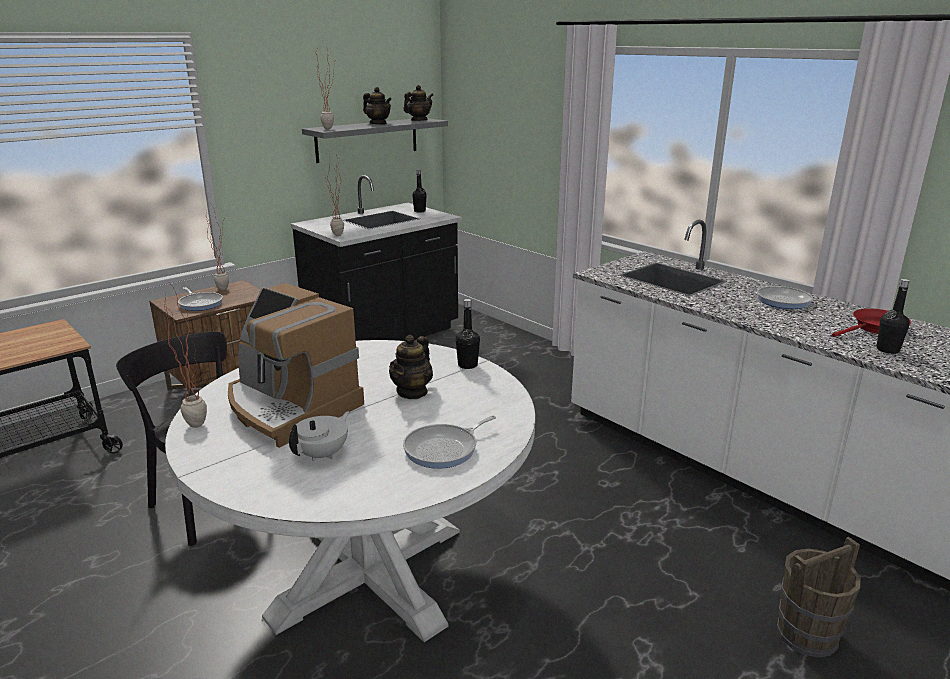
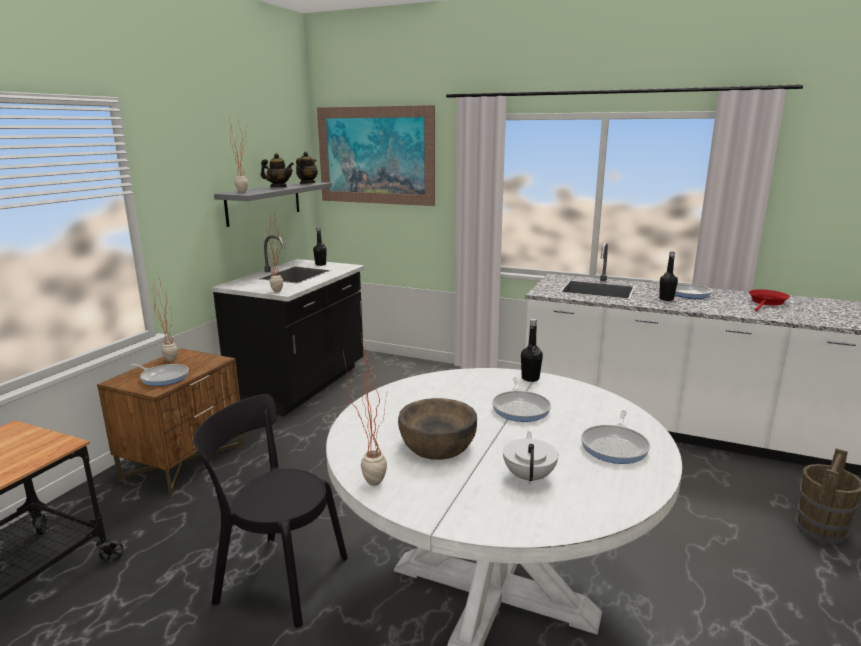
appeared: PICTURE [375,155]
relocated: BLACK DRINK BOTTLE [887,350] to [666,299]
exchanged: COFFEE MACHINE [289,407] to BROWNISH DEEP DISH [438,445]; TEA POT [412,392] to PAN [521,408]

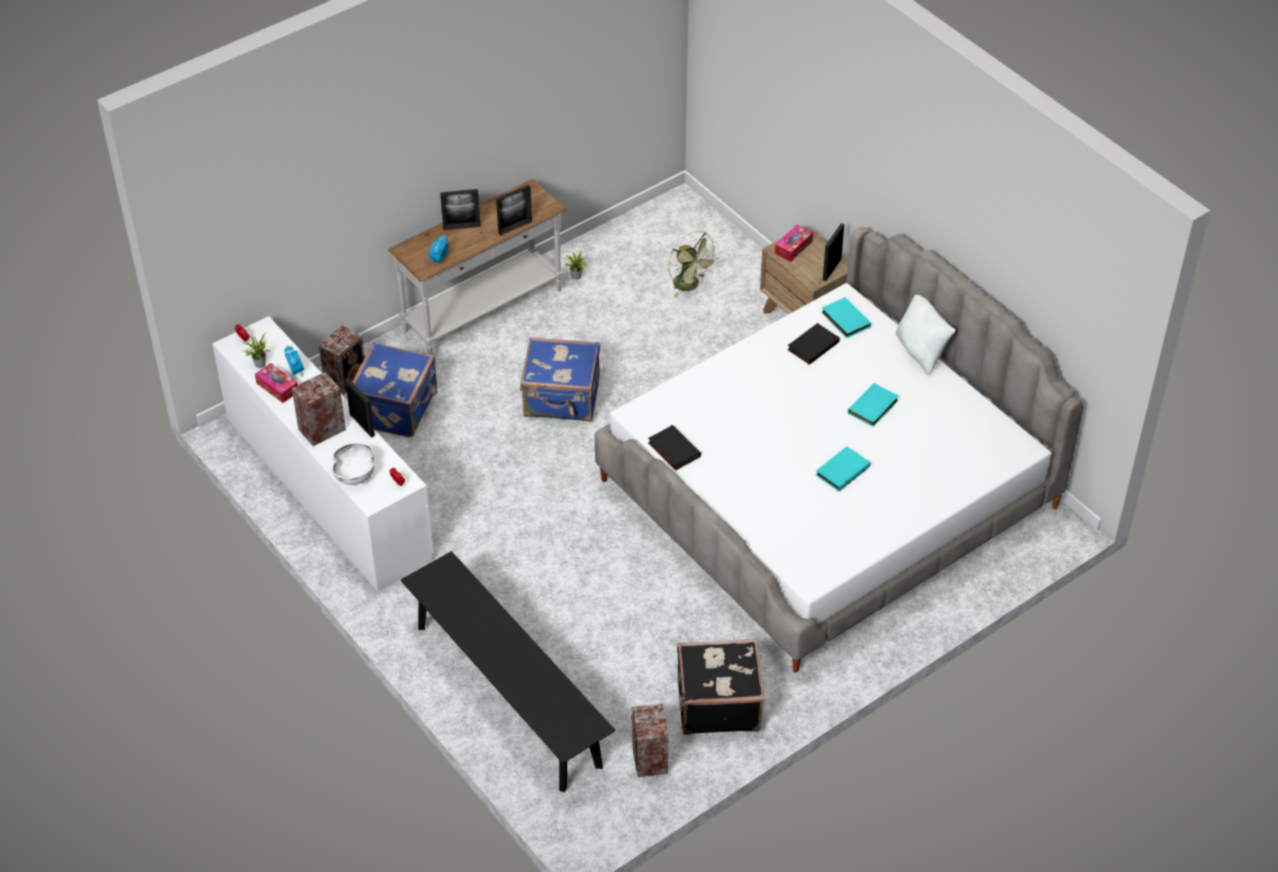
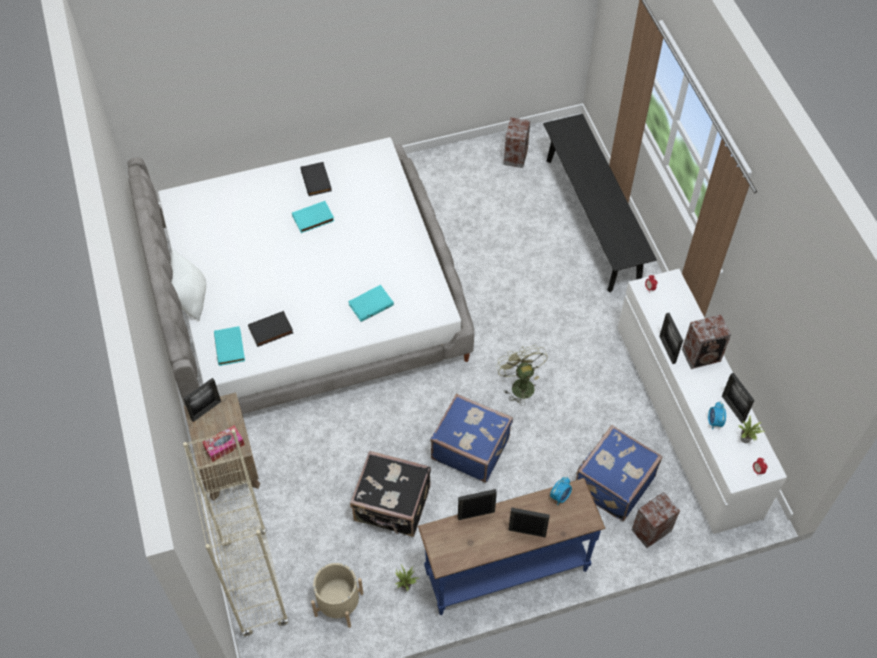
missing: WHITISH DEEP DISH [355,474]
appeared: BEIGE-COLOURED BOOKCASE [254,583]; BEIGE-COLOURED FLOWER POT [339,604]
relocated: BLACK BOUND BOOK [673,450] to [317,180]; BLUE-GREEN BOUND BOOK [873,408] to [370,304]; BLACK PIECE OF LUGGAGE [717,703] to [392,505]; GREEN ELECTRIC FAN [690,286] to [520,384]
exchanged: BOX OF TISSUES [277,387] to PICTURE FRAME [733,409]
colour: WHITISH CONSOLE TABLE [484,311] to BLUE CONSOLE TABLE [506,570]

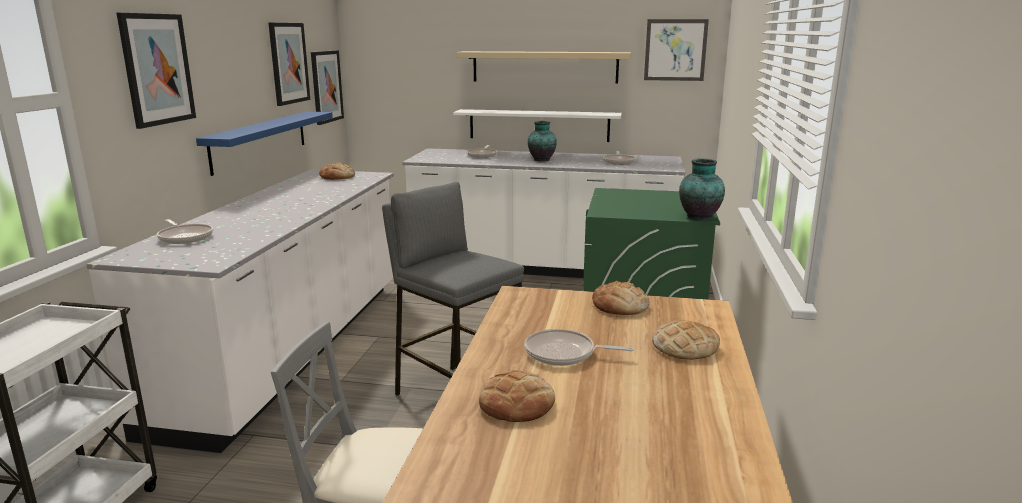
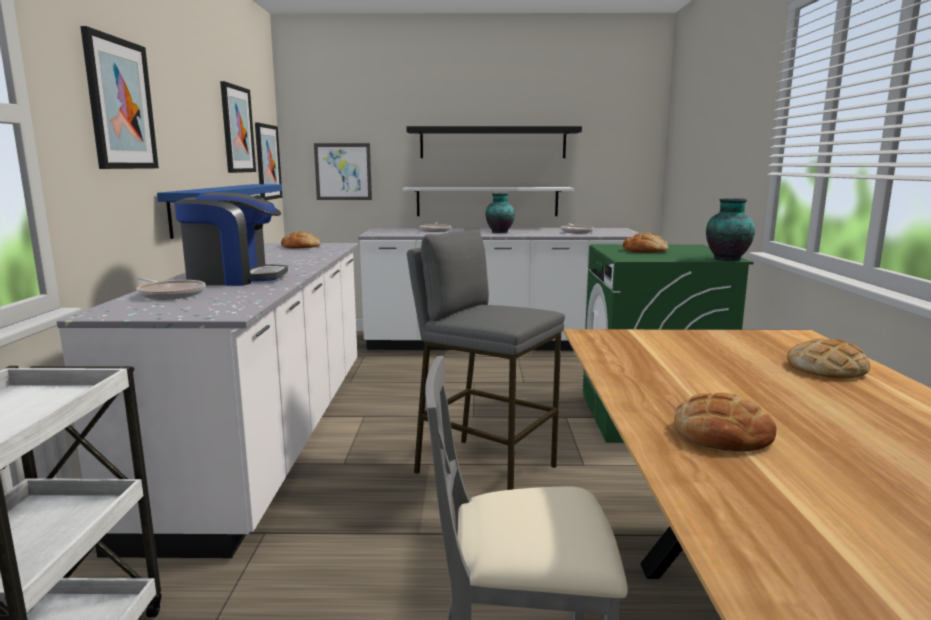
missing: PAN [564,353]
appeared: COFFEE MACHINE [234,278]
relocated: PICTURE [675,50] to [343,171]; BREAD [620,306] to [645,251]
colour: BEIGE-COLOURED BRACKET SHELF [544,67] to BLACK BRACKET SHELF [493,143]

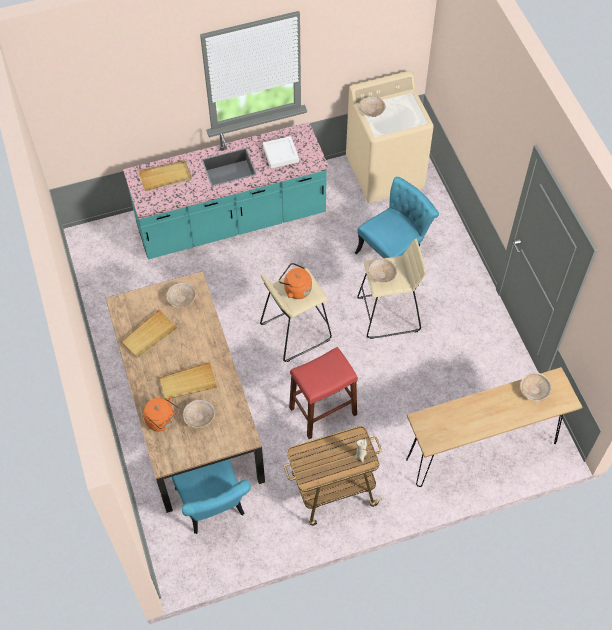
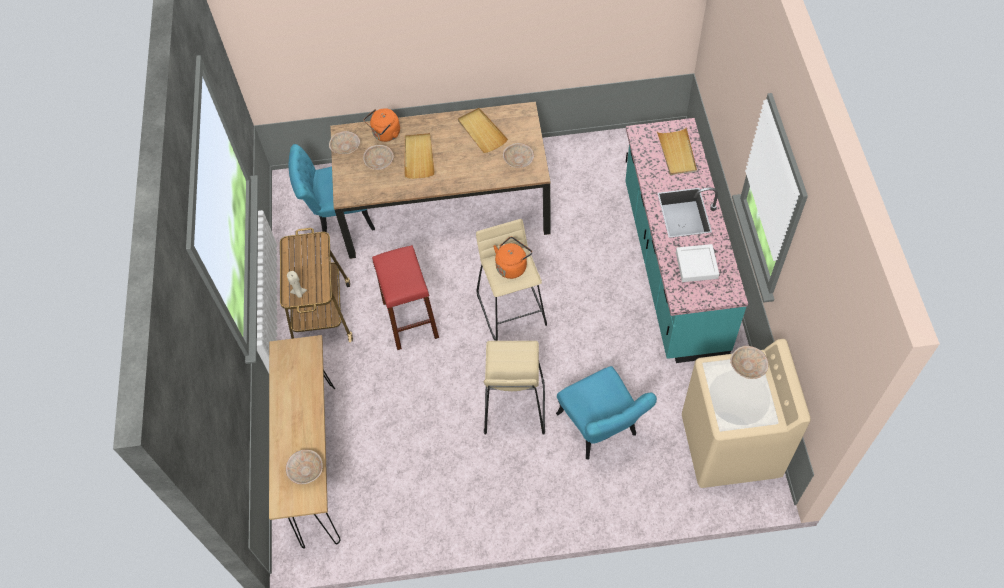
relocated: BEIGE-COLOURED DEEP DISH [382,275] to [346,148]

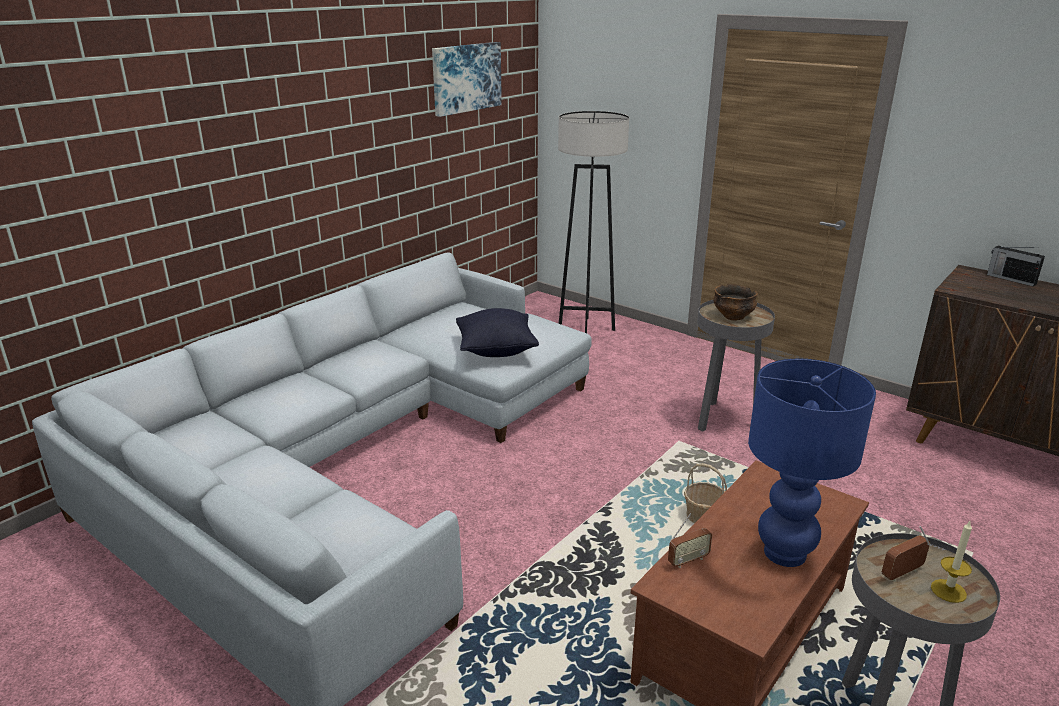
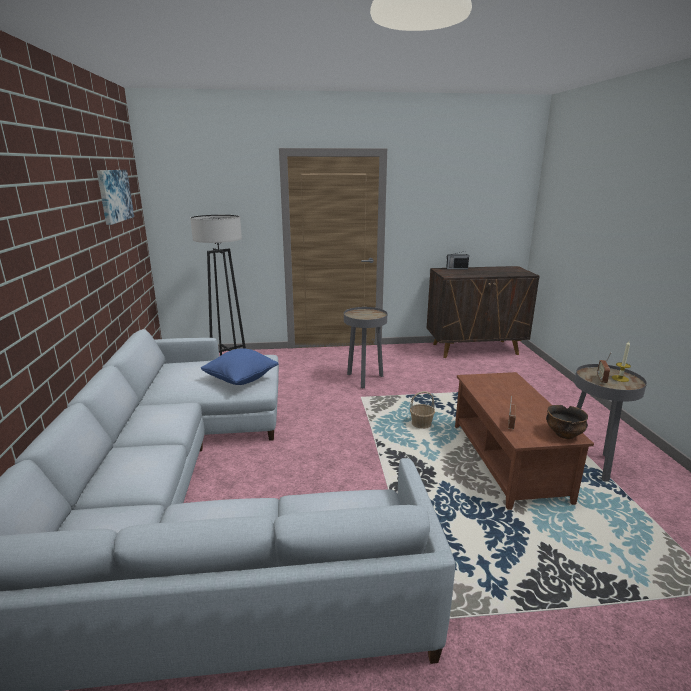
missing: BLUE TABLETOP LAMP [784,552]
relocated: DEEP DISH [733,316] to [564,434]
colour: BLACK CUSHION [496,350] to BLUE CUSHION [241,380]

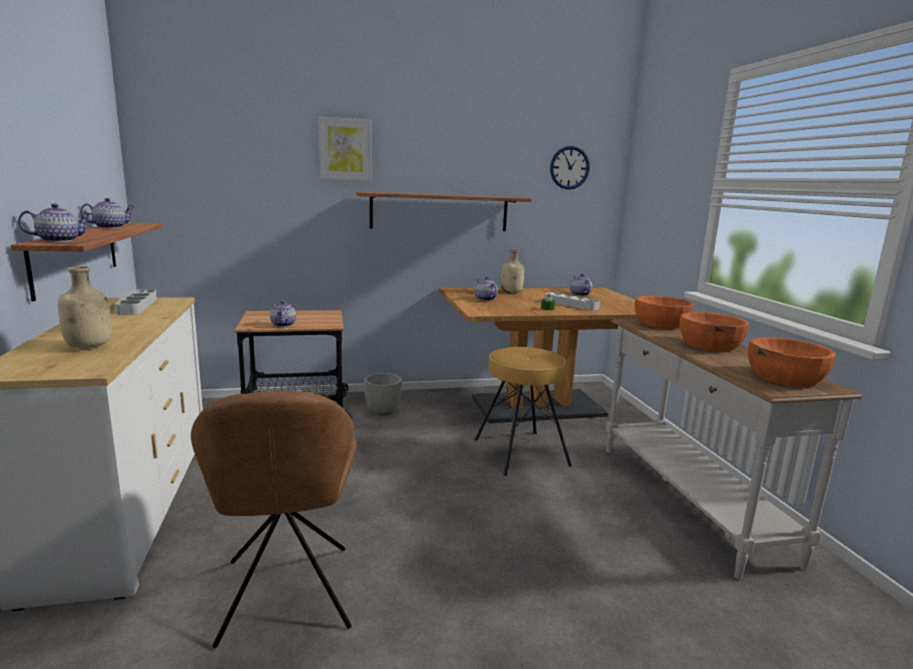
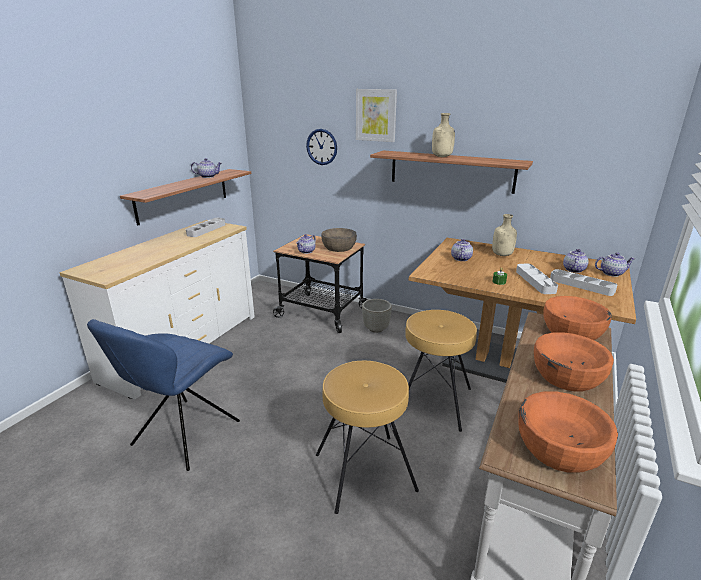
appeared: BROWNISH STOOL SEAT [364,471]; BROWNISH DEEP DISH [339,247]; GREY SERVING TRAY [581,285]
relocated: CLOCK ON THE WALL [569,167] to [321,147]; BEIGE-COLOURED DRINK BOTTLE [90,346] to [442,156]; TEA POT [59,240] to [611,273]
colour: BROWNISH CHAIR [286,598] to BLUE CHAIR [183,435]

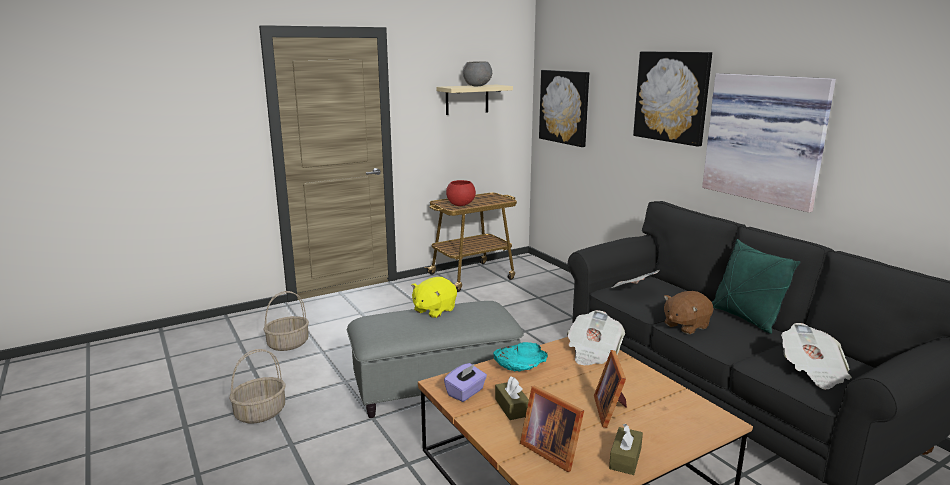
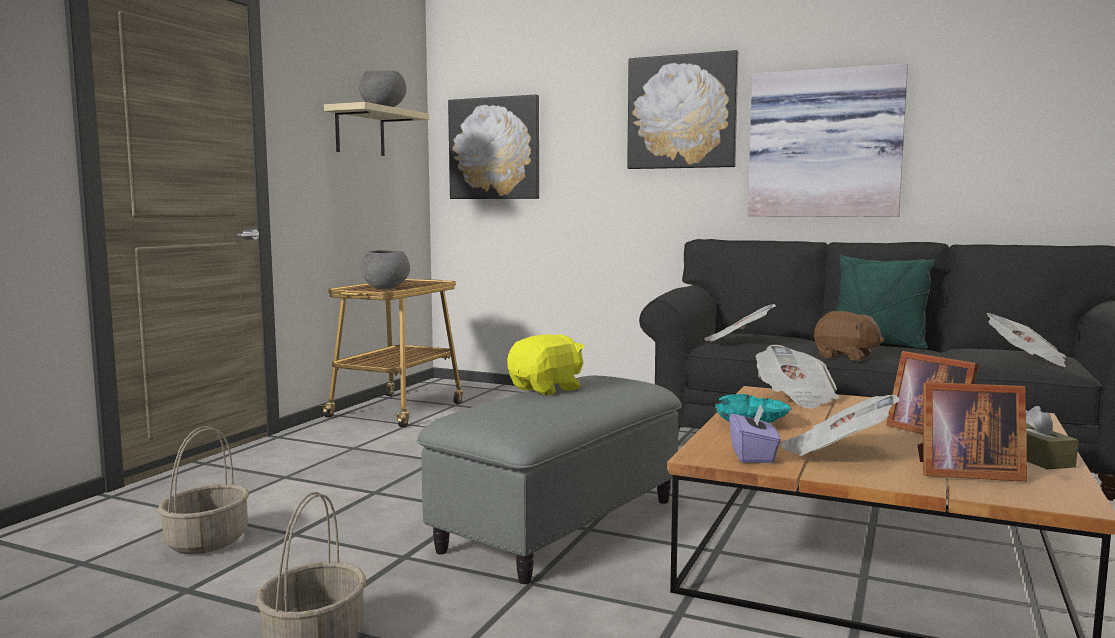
exchanged: BROWNISH BOX OF TISSUES [511,407] to PRINTED PAPER [835,453]
colour: REDDISH DEEP DISH [461,205] to GREY DEEP DISH [386,288]
spun: YELLOW PLUSH TOY [434,310] = [547,389] 135 degrees counterclockwise; BROWNISH PLUSH TOY [685,326] = [845,357] 75 degrees counterclockwise

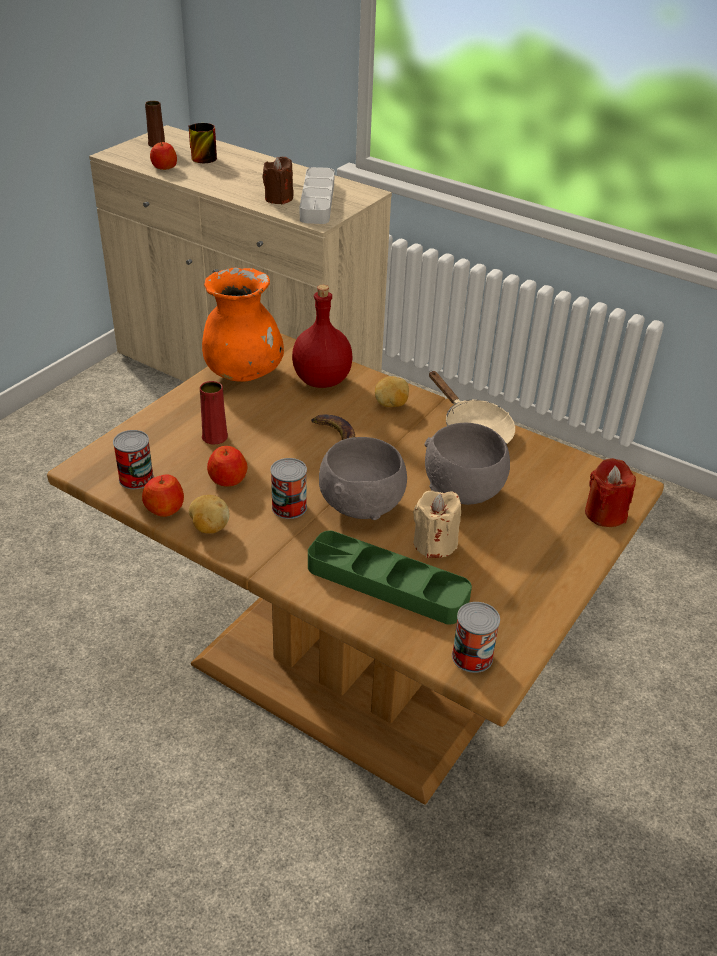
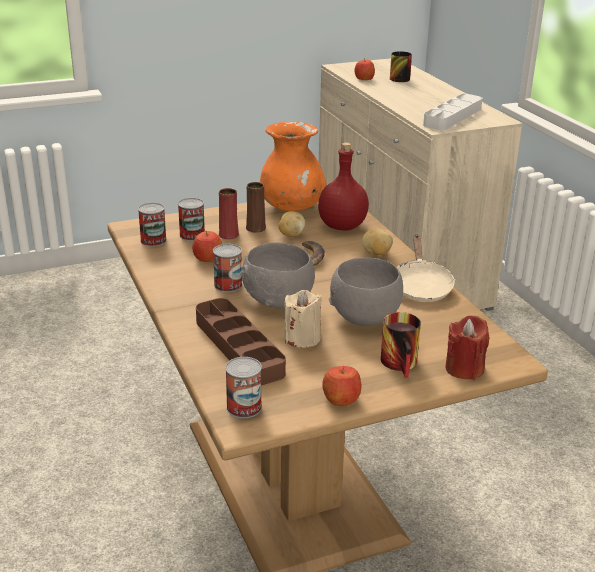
missing: BROWNISH WAX CANDLE [279,198]
appeared: CAN [192,235]; TEA MUG [403,364]
relocated: BROWNISH DECORATIVE VASE [156,144] to [255,228]; POTATO [209,527] to [291,235]; APPLE [164,508] to [341,399]
colour: GREEN SERVING TRAY [387,583] to BROWNISH SERVING TRAY [238,347]

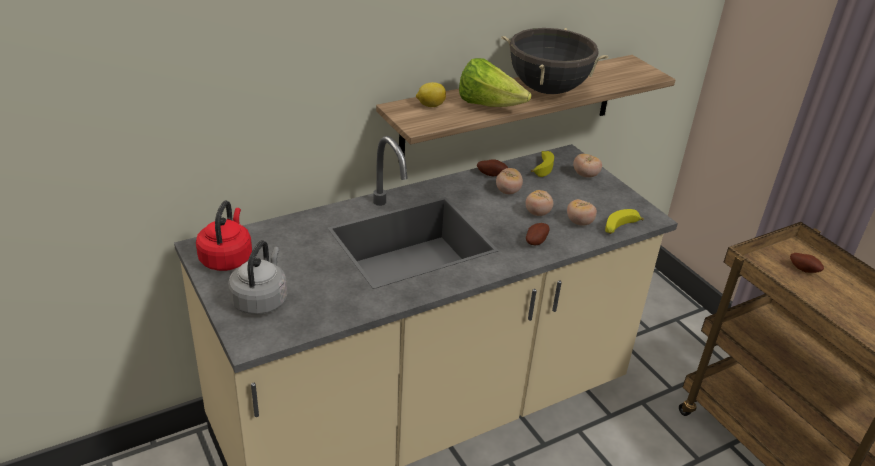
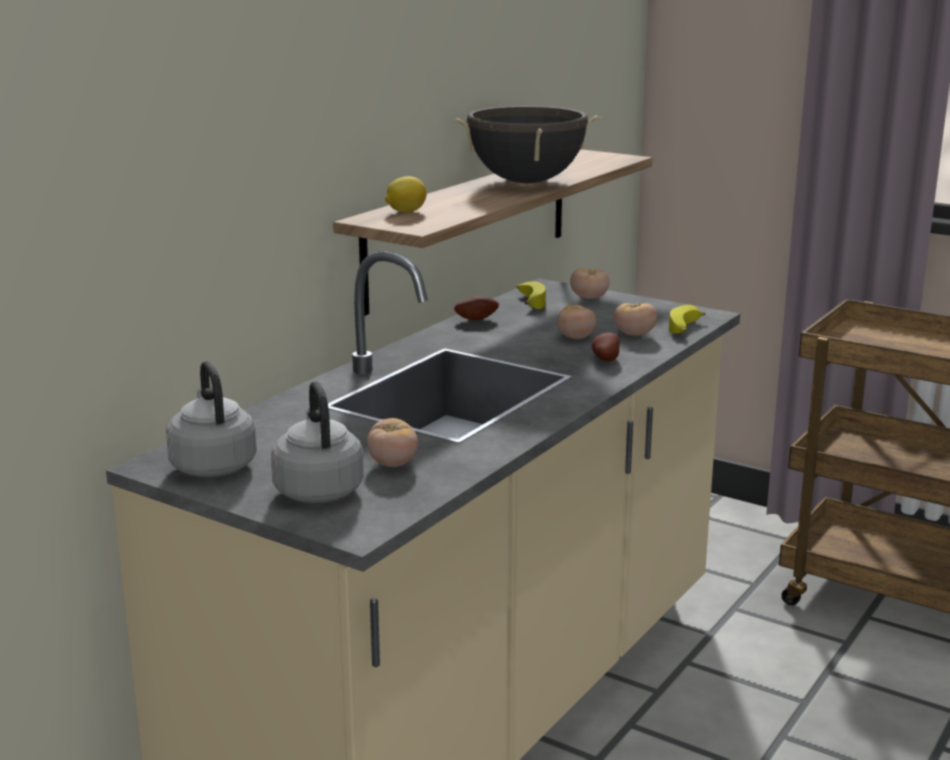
missing: HEAD OF LETTUCE [488,105]; POTATO [804,269]
relocated: TOMATO [508,191] to [393,464]
colour: REDDISH WATER KETTLE [227,258] to GREY WATER KETTLE [212,465]

